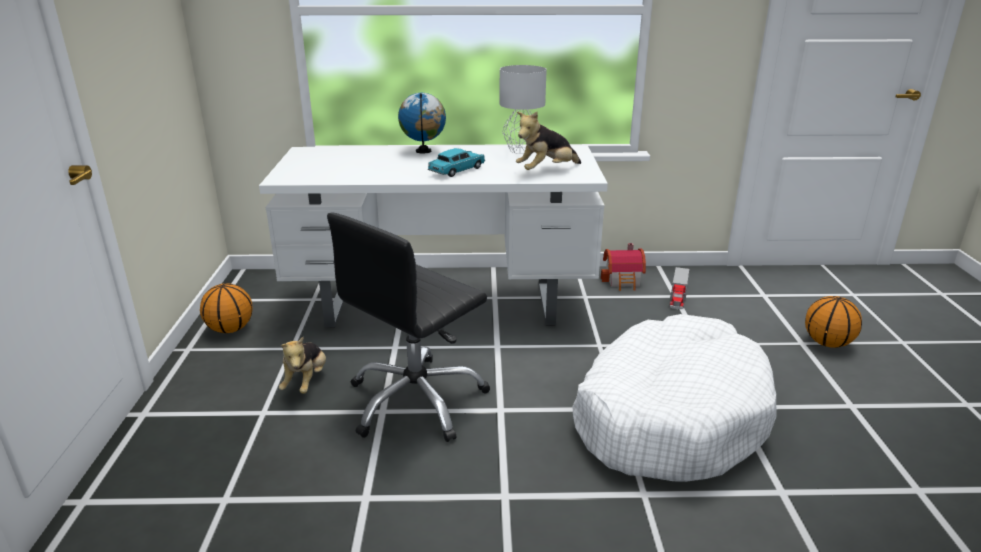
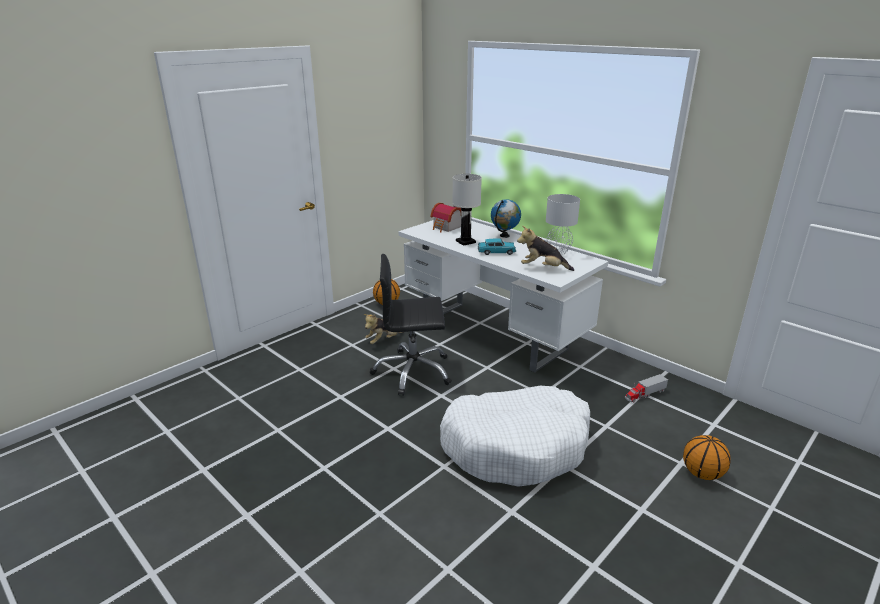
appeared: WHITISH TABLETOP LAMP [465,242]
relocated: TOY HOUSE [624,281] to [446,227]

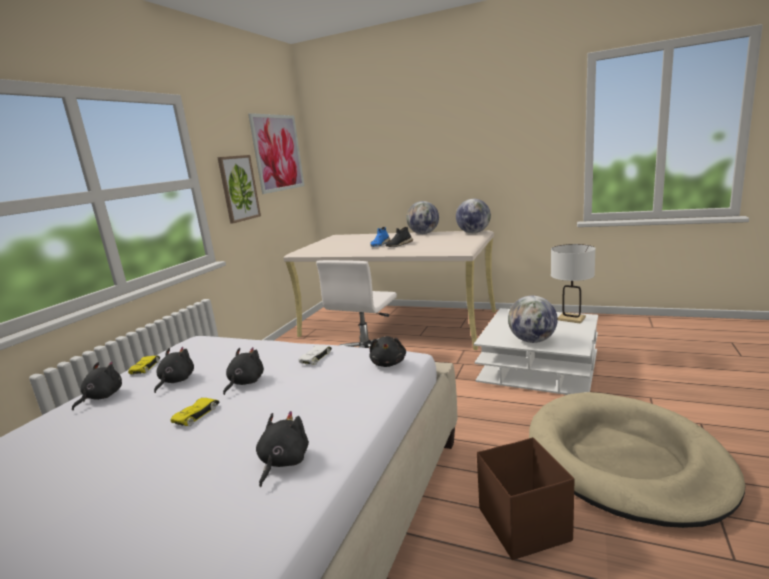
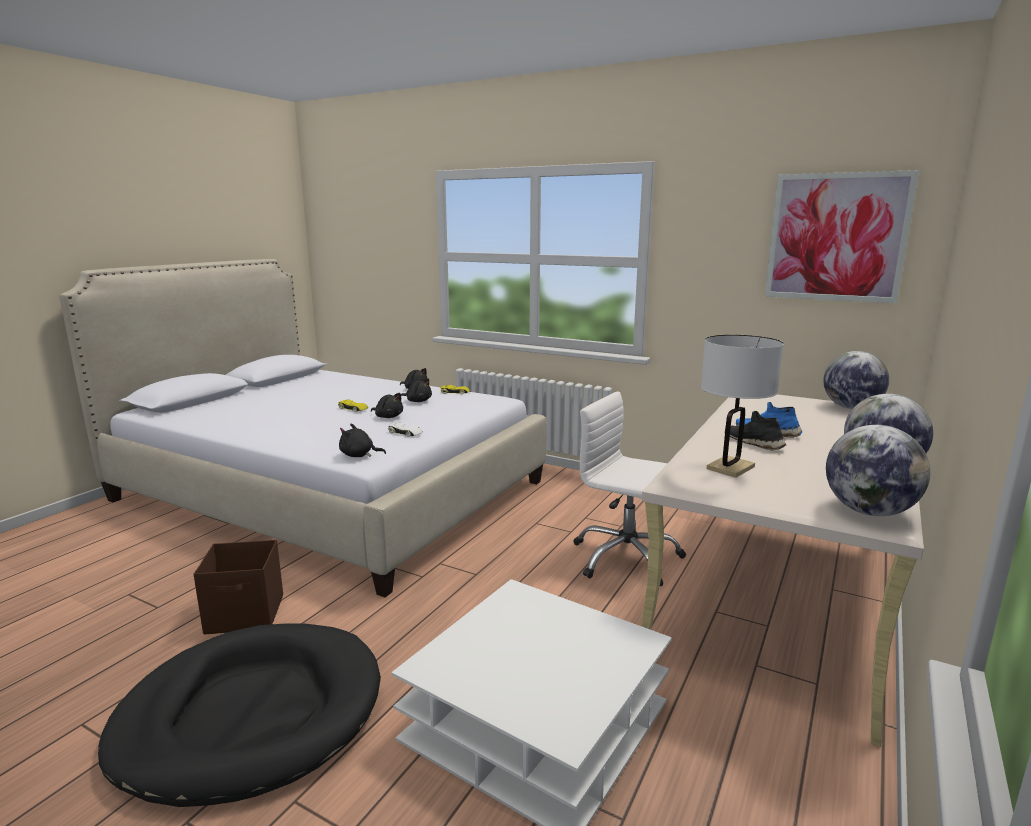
missing: PICTURE [238,188]; BLACK PLUSH TOY [283,462]
relocated: WHITISH TABLETOP LAMP [571,319] to [730,468]; WORLD GLOBE [532,340] to [851,408]
colour: BEIGE-COLOURED DOG CUSHION [624,460] to BLACK DOG CUSHION [251,715]

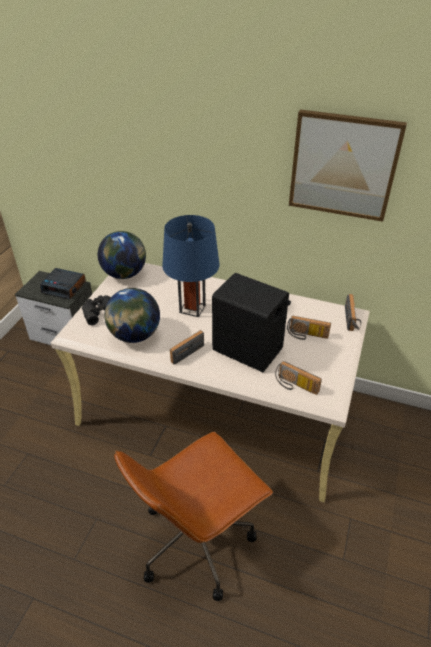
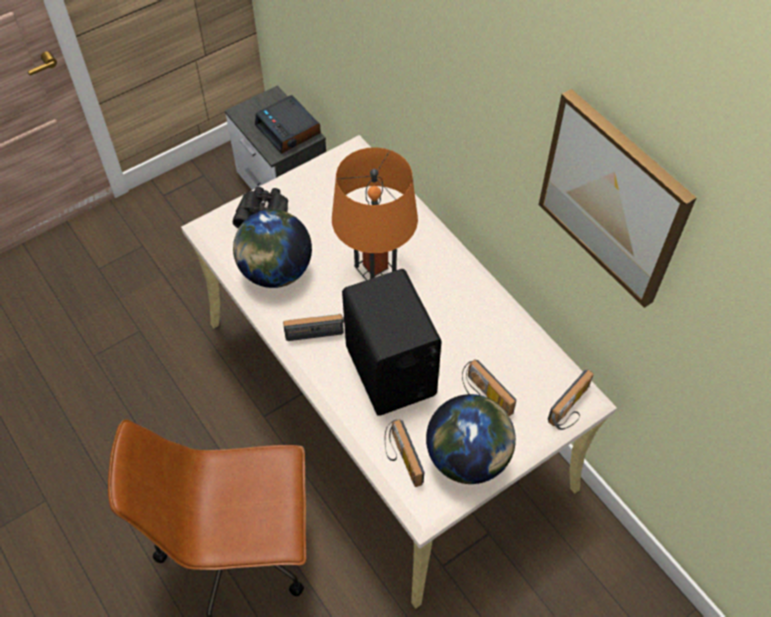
relocated: WORLD GLOBE [125,274] to [468,457]
colour: BLUE TABLETOP LAMP [192,309] to ORANGE TABLETOP LAMP [375,269]

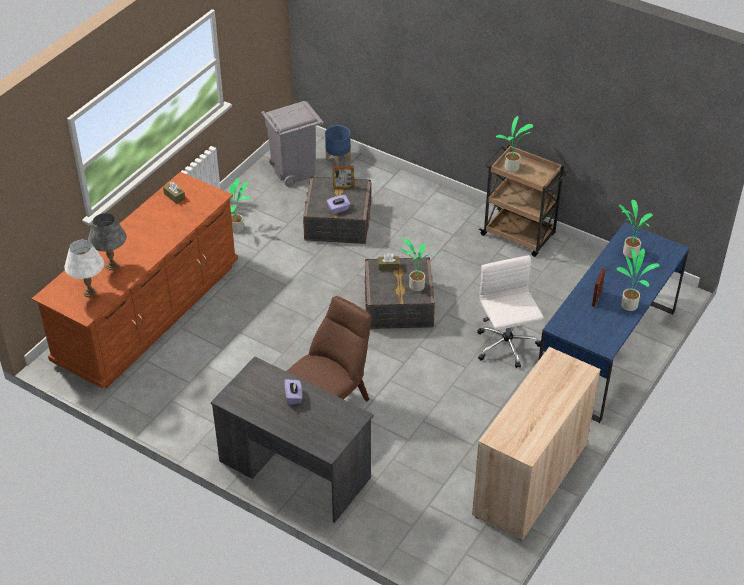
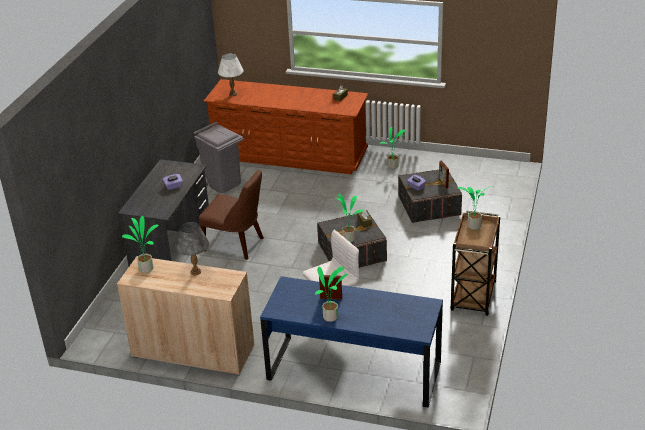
missing: BLUE FLOWER POT [338,160]
relocated: POTTED PLANT [629,253] to [146,268]; GREY TABLETOP LAMP [112,266] to [195,272]; GREY WASTE BIN [294,171] to [223,183]

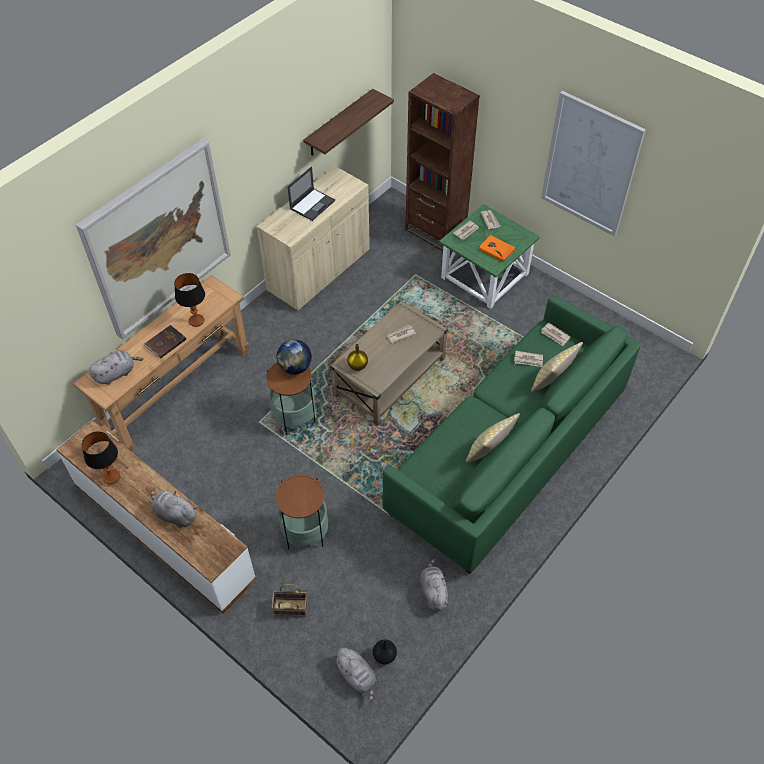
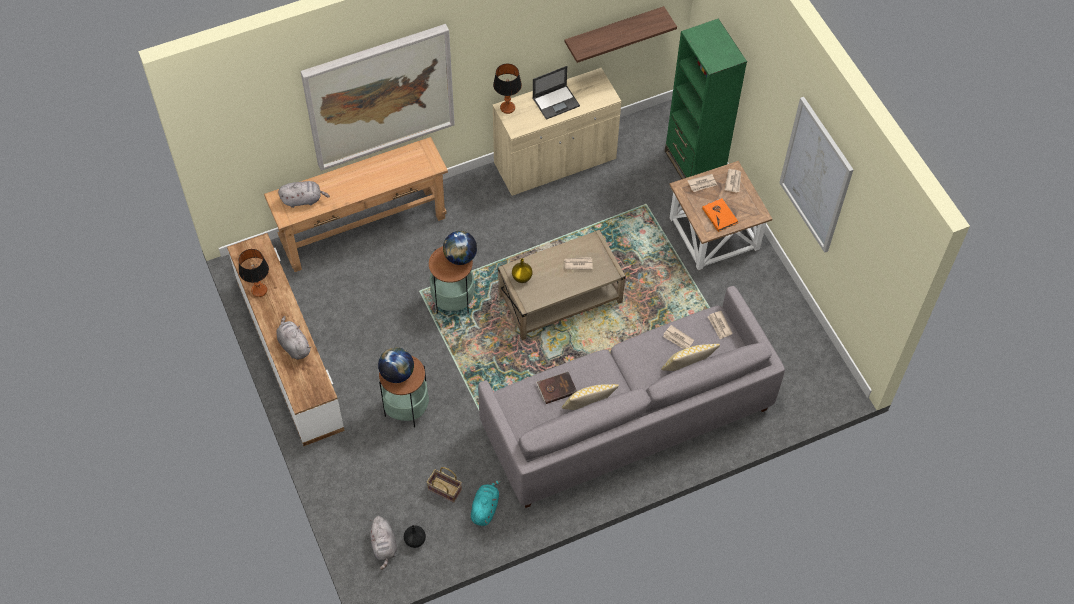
appeared: WORLD GLOBE [397,373]
relocated: STORAGE BASKET [289,608] to [443,490]; TABLETOP LAMP [196,321] to [507,108]; BROWNISH BOUND BOOK [165,342] to [556,388]
colour: GREY PLUSH TOY [433,592] to BLUE-GREEN PLUSH TOY [485,508]; GREEN SOFA [508,452] to GREY SOFA [627,417]; BROWNISH BOOKCASE [435,231] to GREEN BOOKCASE [694,165]; GREEN END TABLE [486,276] to BROWNISH END TABLE [715,234]

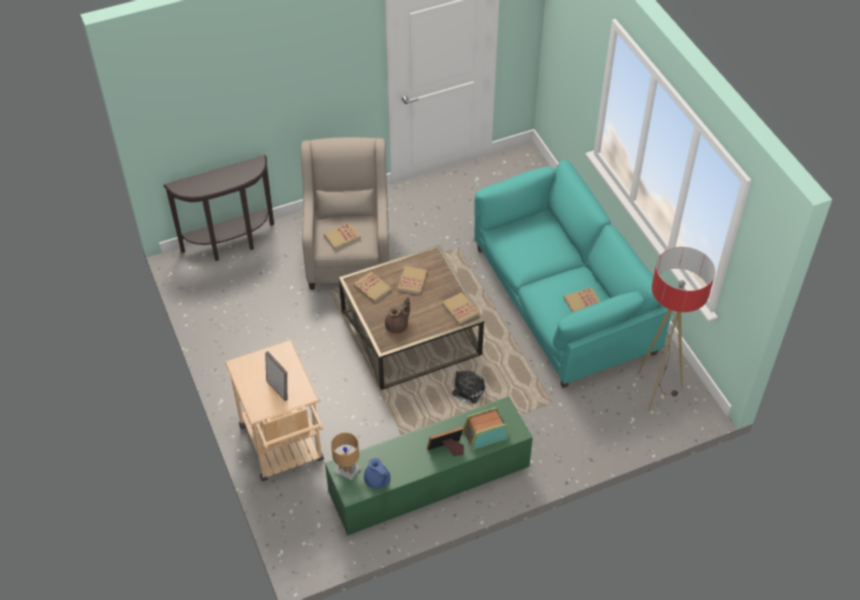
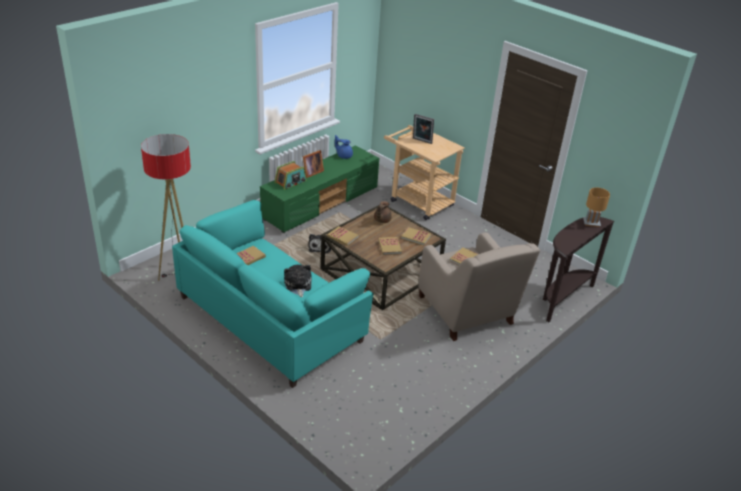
appeared: PLUSH TOY [298,285]
relocated: BROWNISH TABLETOP LAMP [347,470] to [591,223]

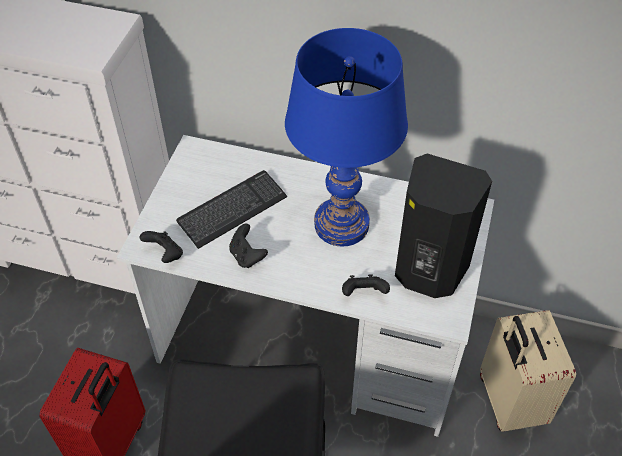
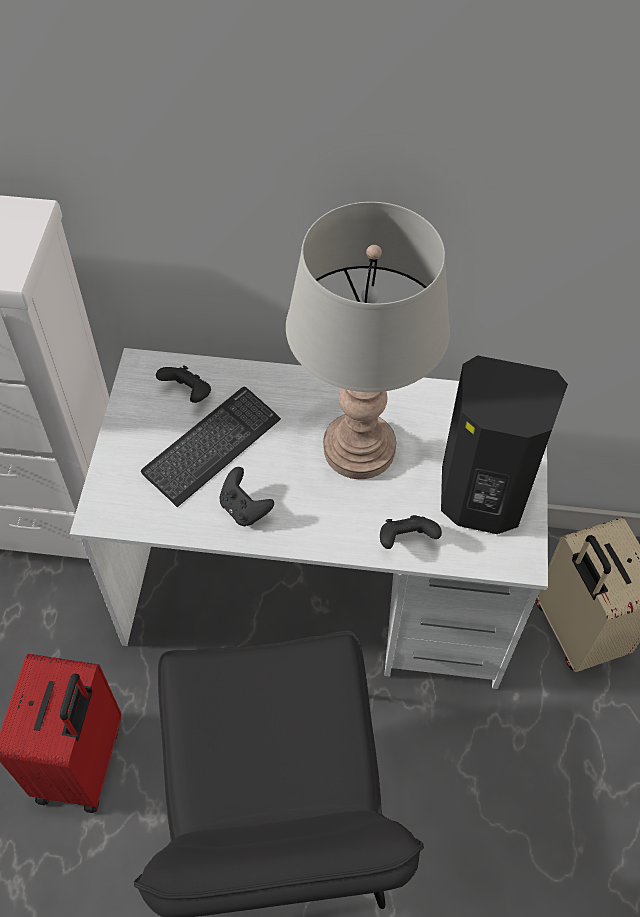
relocated: BLACK JOYPAD [165,254] to [188,394]
colour: BLUE TABLETOP LAMP [341,224] to GREY TABLETOP LAMP [358,449]

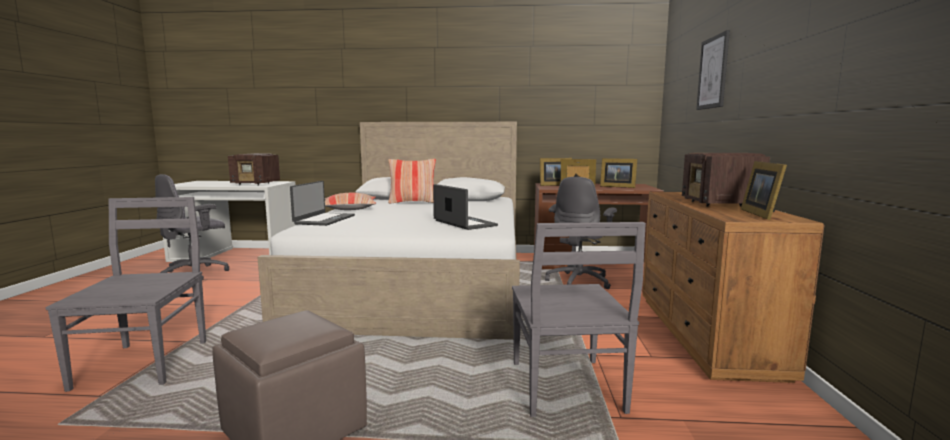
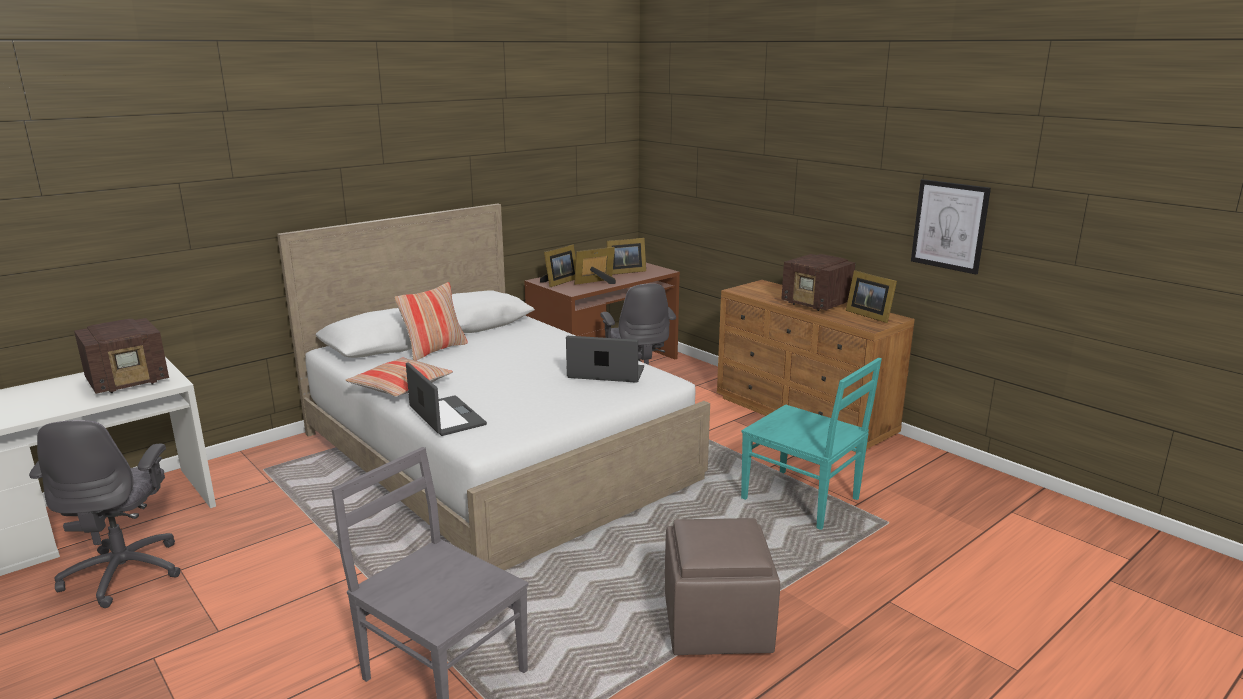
relocated: PICTURE [713,72] to [949,226]
colour: GREY CHAIR [566,388] to BLUE-GREEN CHAIR [802,500]

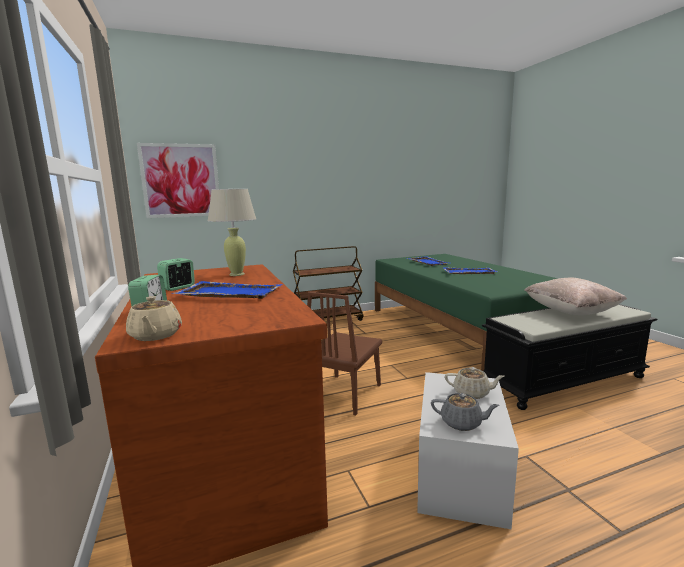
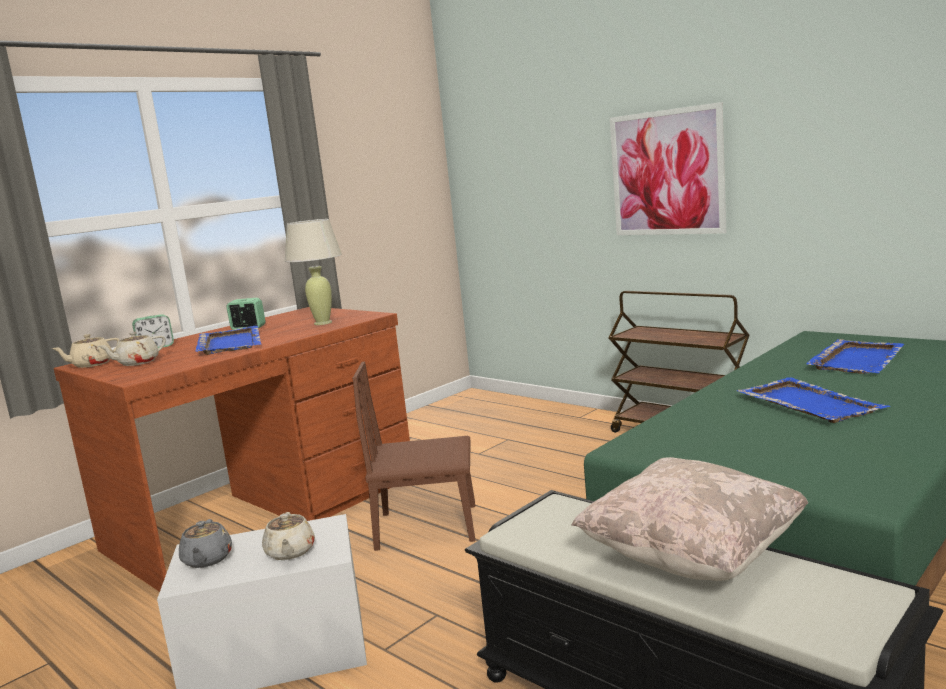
appeared: BEIGE-COLOURED TEA POT [137,363]
relocated: PICTURE [181,181] to [666,173]

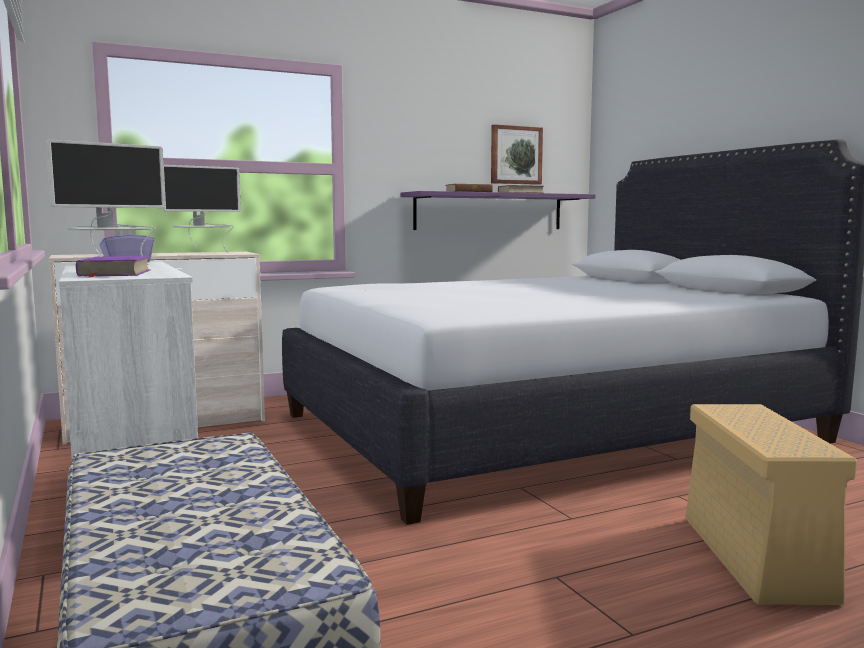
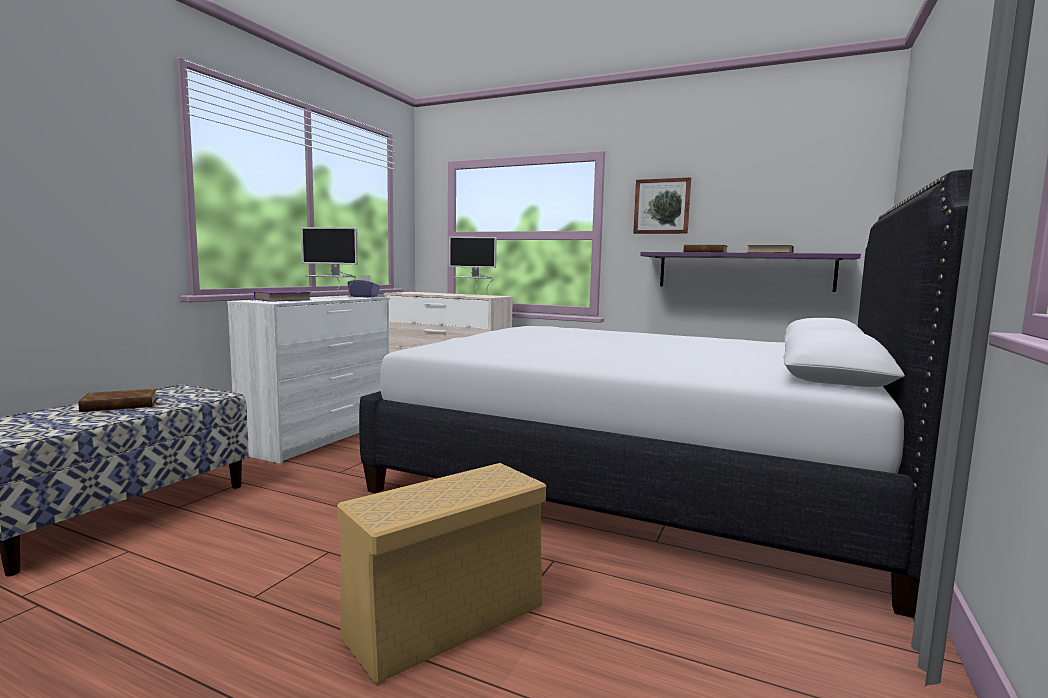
appeared: BROWNISH BOUND BOOK [121,405]
relocated: PICTURE [515,155] to [662,206]

